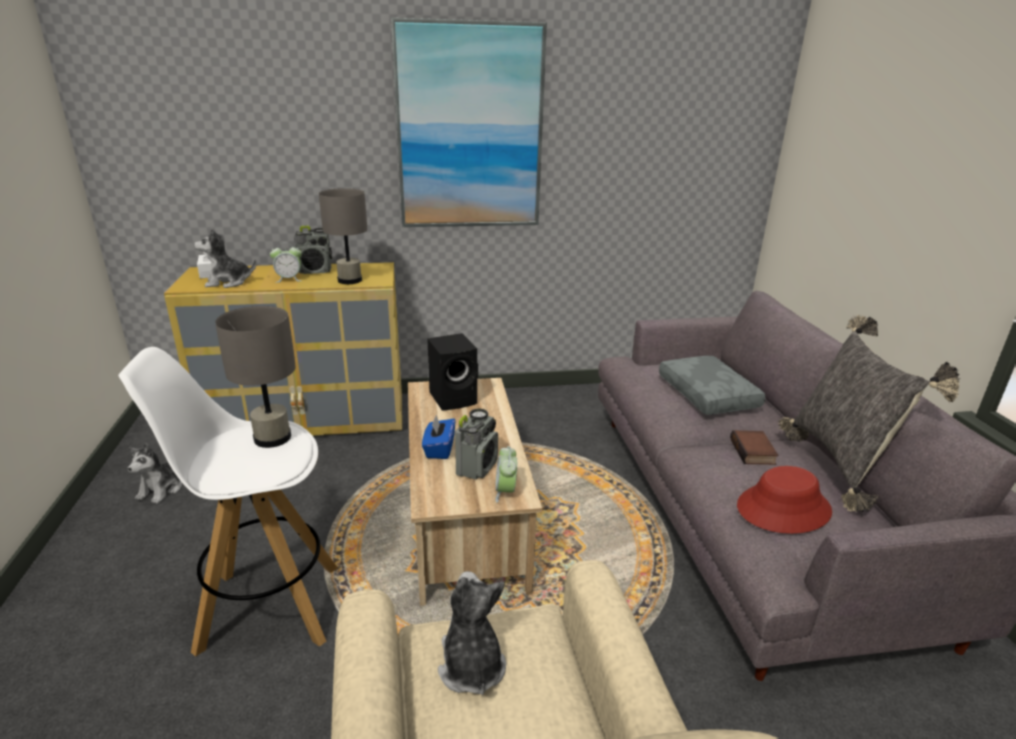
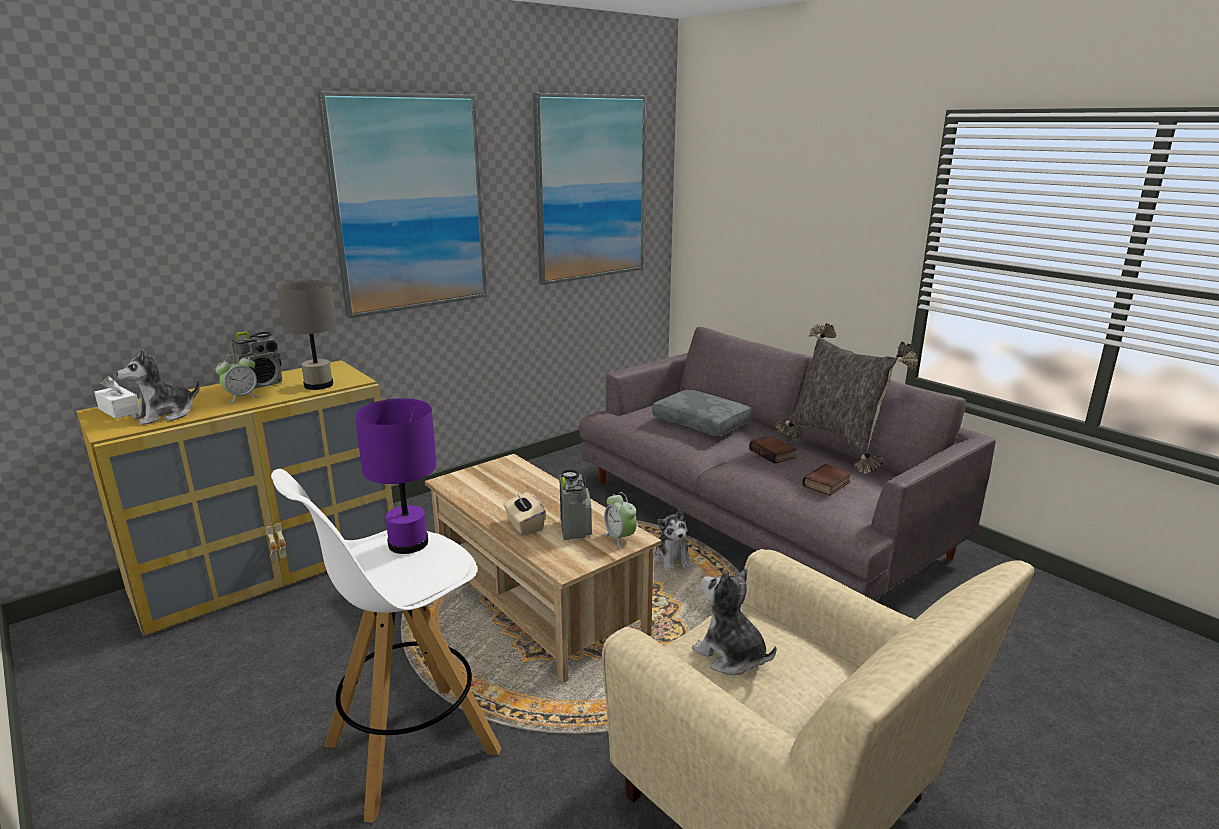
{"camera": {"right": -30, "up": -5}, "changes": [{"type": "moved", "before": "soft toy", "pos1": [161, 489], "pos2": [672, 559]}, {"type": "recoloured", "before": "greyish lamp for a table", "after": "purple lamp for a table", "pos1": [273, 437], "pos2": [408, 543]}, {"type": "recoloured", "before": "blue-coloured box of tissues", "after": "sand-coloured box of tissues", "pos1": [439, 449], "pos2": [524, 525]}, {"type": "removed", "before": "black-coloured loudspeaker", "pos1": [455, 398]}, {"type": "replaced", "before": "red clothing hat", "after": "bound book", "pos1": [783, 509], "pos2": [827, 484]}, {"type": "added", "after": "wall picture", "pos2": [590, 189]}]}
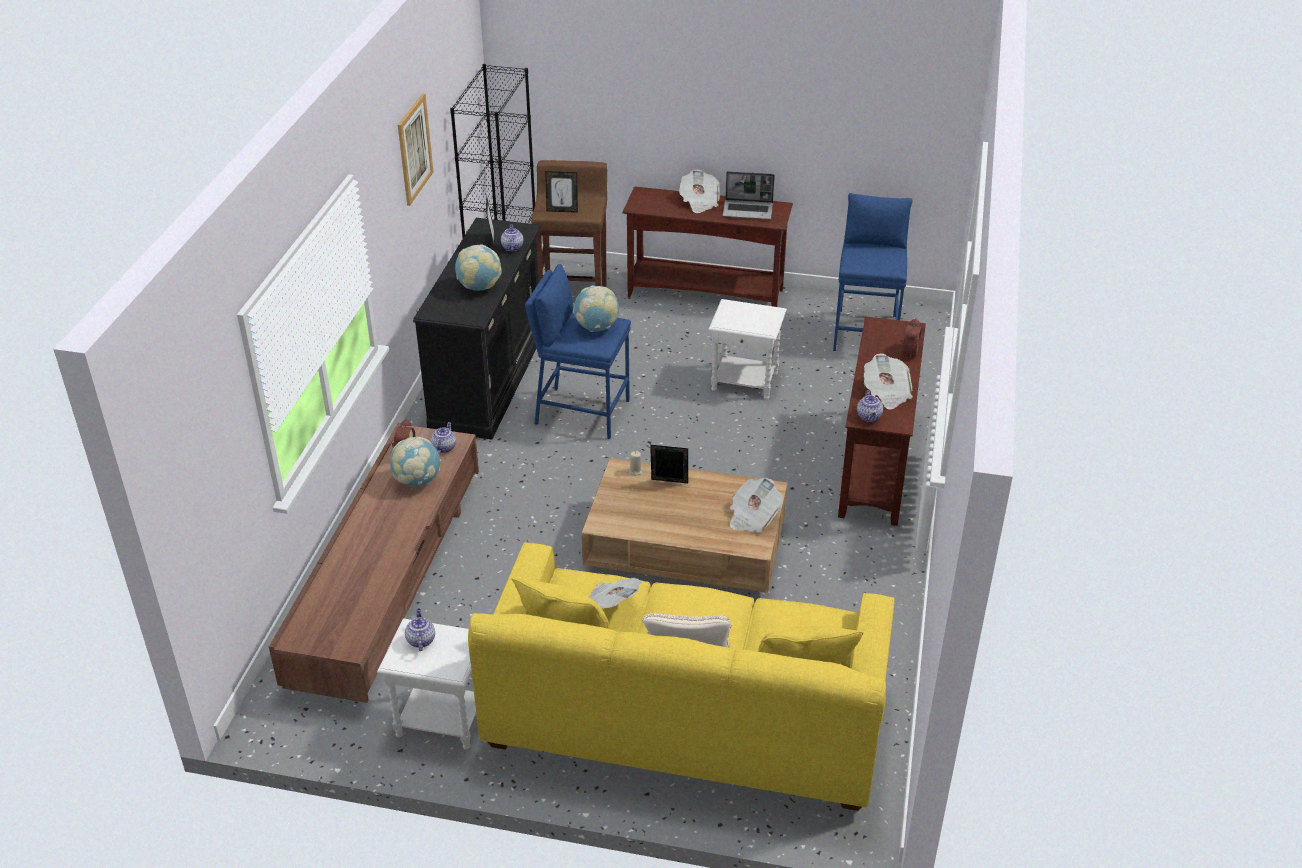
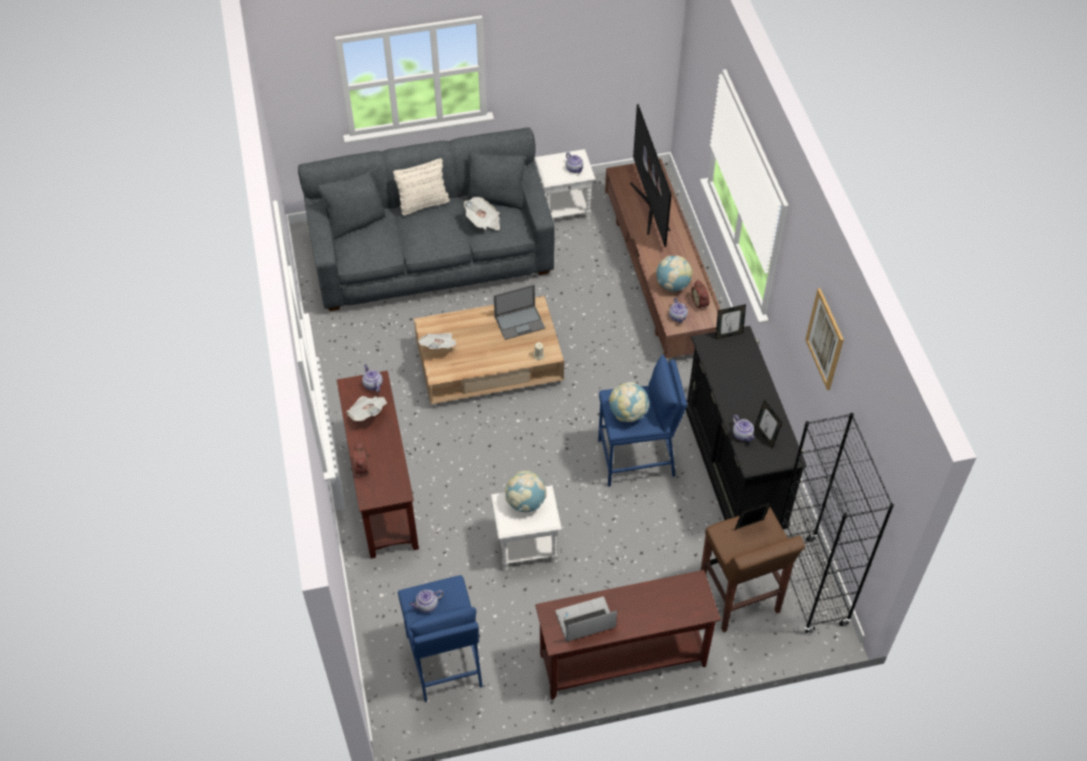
{"camera": {"right": 155, "up": 15}, "changes": [{"type": "moved", "before": "desk globe", "pos1": [479, 287], "pos2": [526, 502]}, {"type": "recoloured", "before": "yellow-coloured settee", "after": "greyish settee", "pos1": [686, 714], "pos2": [432, 257]}, {"type": "moved", "before": "picture frame", "pos1": [669, 483], "pos2": [728, 334]}, {"type": "removed", "before": "printed paper", "pos1": [699, 202]}, {"type": "added", "after": "pot for tea", "pos2": [426, 605]}, {"type": "added", "after": "laptop", "pos2": [520, 322]}, {"type": "added", "after": "TV set", "pos2": [650, 206]}]}
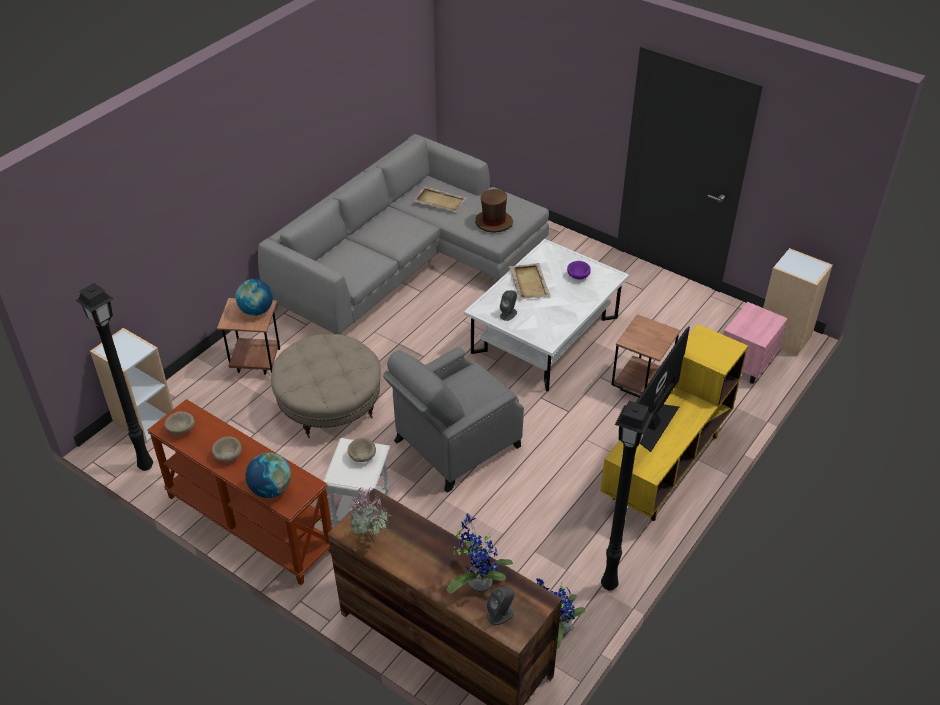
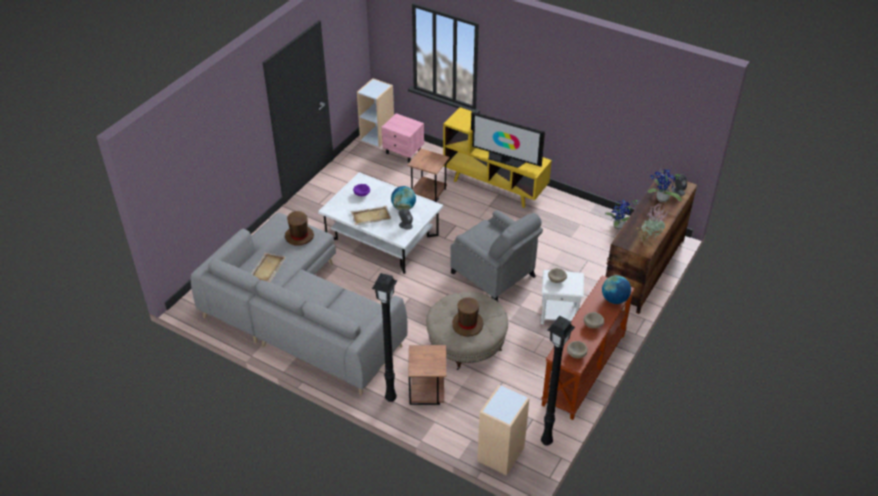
{"camera": {"right": -95, "up": 0}, "changes": [{"type": "moved", "before": "desk globe", "pos1": [256, 311], "pos2": [403, 207]}, {"type": "moved", "before": "black-coloured standard lamp", "pos1": [610, 584], "pos2": [390, 397]}, {"type": "added", "after": "brownish clothing hat", "pos2": [467, 324]}]}
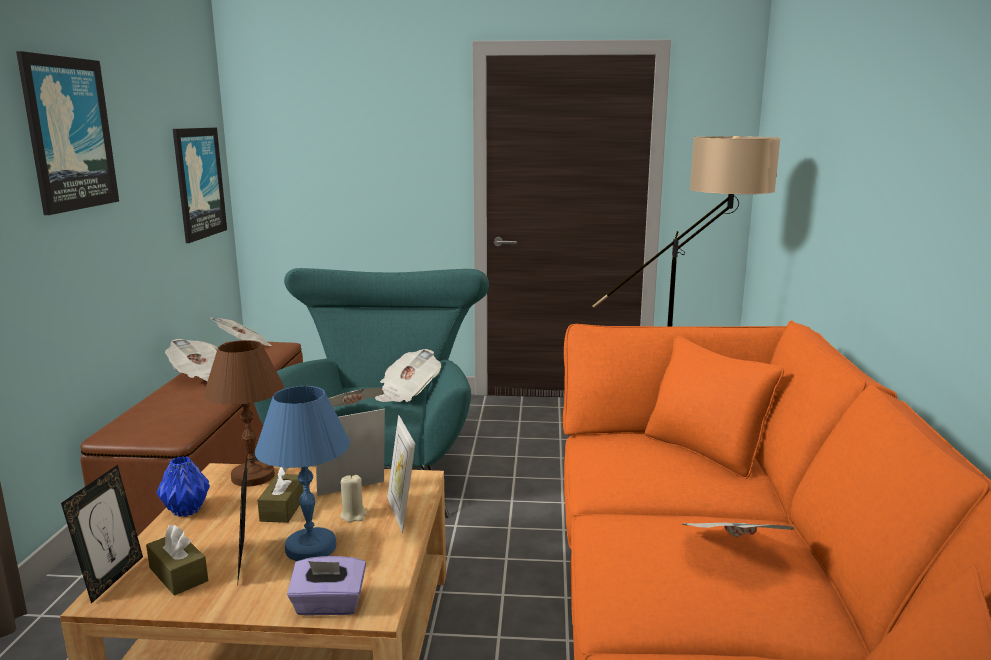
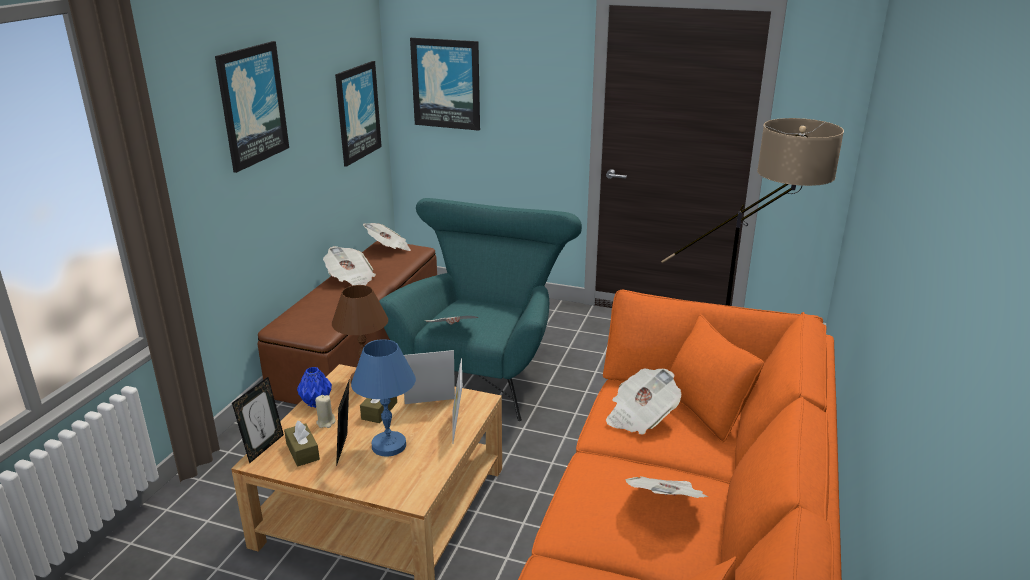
{"camera": {"right": 15, "up": 10}, "changes": [{"type": "removed", "before": "purple box of tissues", "pos1": [329, 605]}, {"type": "moved", "before": "sand-coloured wax light", "pos1": [353, 515], "pos2": [326, 422]}, {"type": "moved", "before": "printed paper", "pos1": [407, 393], "pos2": [640, 417]}, {"type": "added", "after": "wall picture", "pos2": [446, 84]}]}
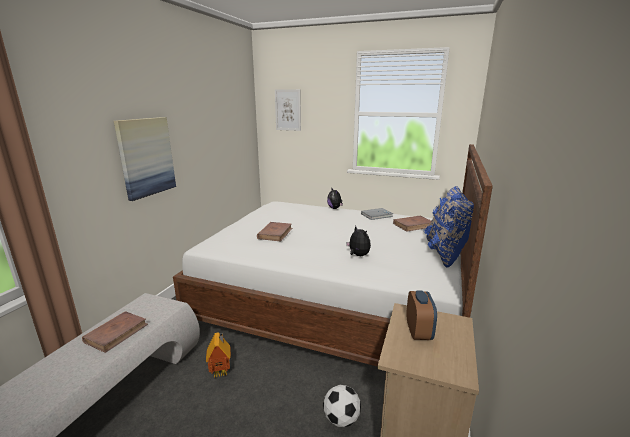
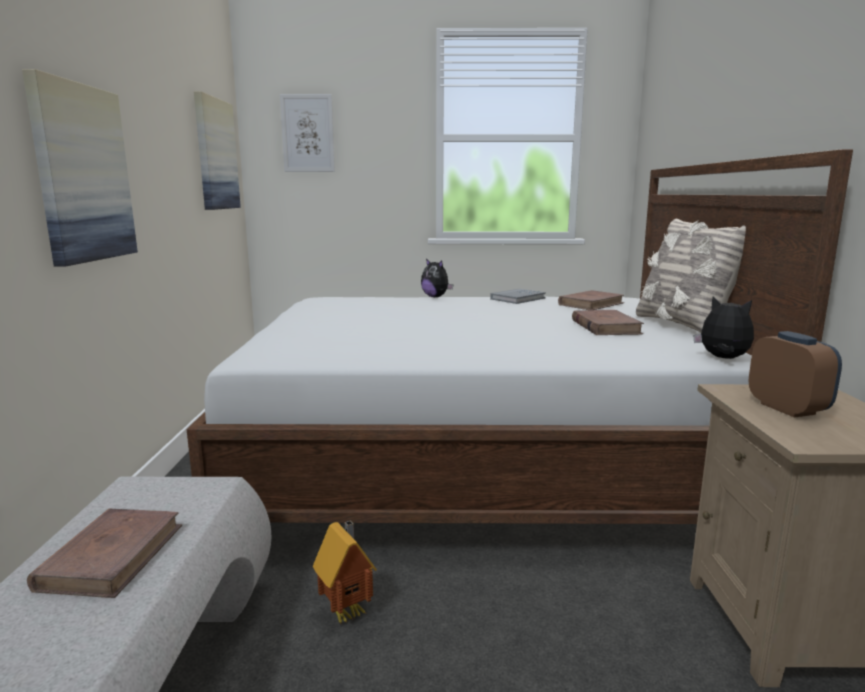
{"camera": {"right": -20, "up": -5}, "changes": [{"type": "moved", "before": "brownish bound book", "pos1": [275, 233], "pos2": [605, 327]}, {"type": "removed", "before": "ball for football", "pos1": [341, 419]}, {"type": "moved", "before": "soft toy", "pos1": [358, 255], "pos2": [723, 358]}, {"type": "recoloured", "before": "blue-coloured pillow", "after": "sand-coloured pillow", "pos1": [445, 253], "pos2": [682, 326]}, {"type": "added", "after": "wall picture", "pos2": [215, 154]}]}
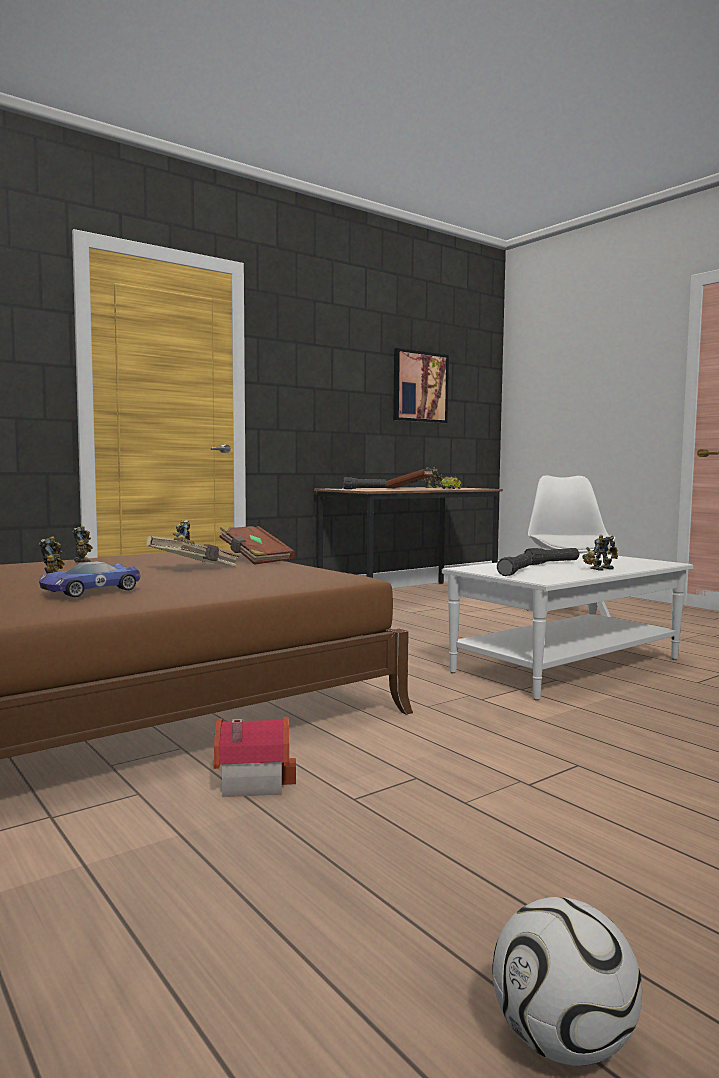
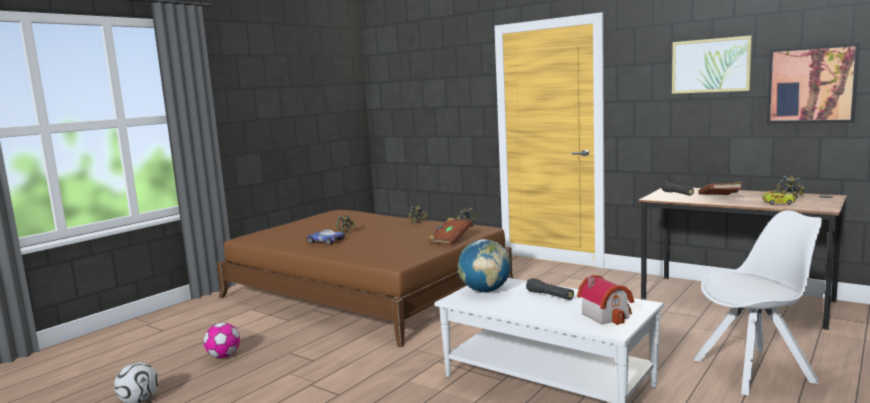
{"camera": {"right": 75, "up": 5}, "changes": [{"type": "removed", "before": "sand-coloured bound book", "pos1": [195, 568]}, {"type": "moved", "before": "miniature house", "pos1": [251, 780], "pos2": [606, 315]}, {"type": "replaced", "before": "black-coloured torch", "after": "desk globe", "pos1": [515, 572], "pos2": [485, 291]}, {"type": "removed", "before": "toy robot", "pos1": [599, 569]}, {"type": "added", "after": "ball for football", "pos2": [224, 356]}, {"type": "added", "after": "wall picture", "pos2": [710, 65]}]}
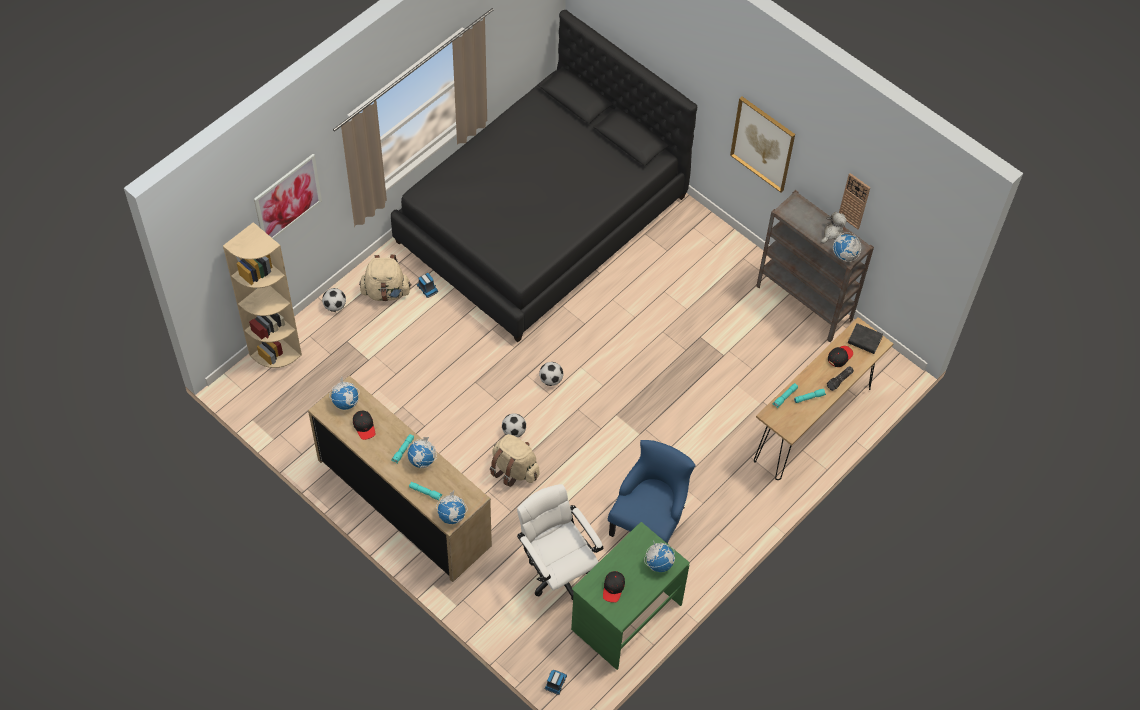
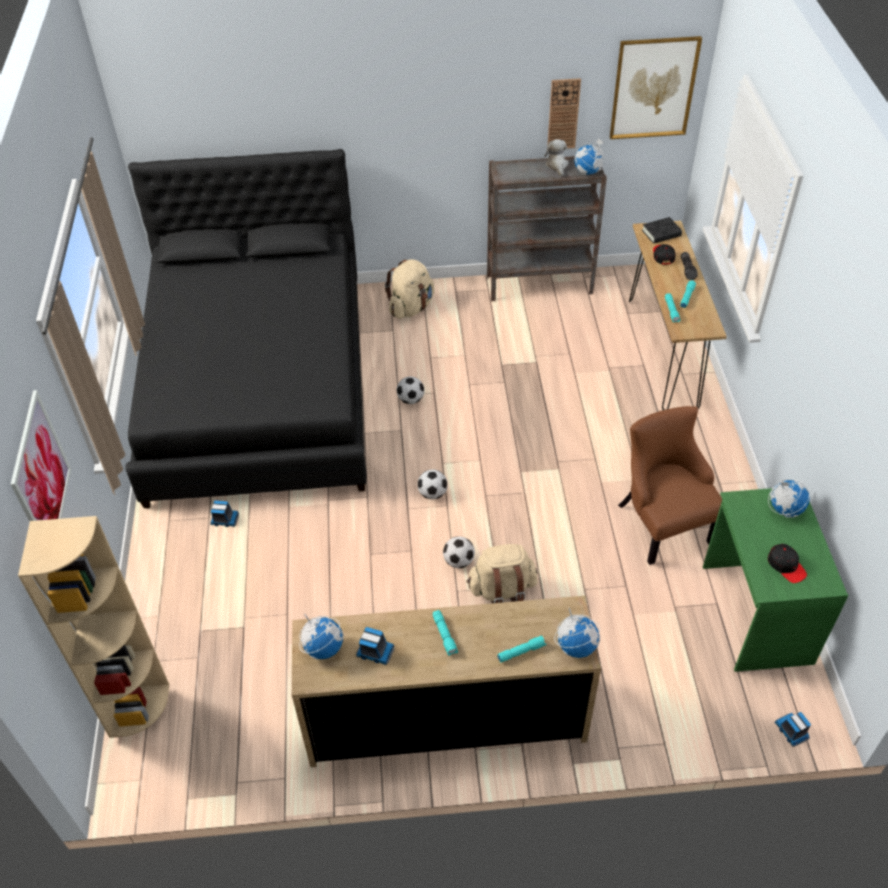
{"camera": {"right": -45, "up": -10}, "changes": [{"type": "moved", "before": "ball for football", "pos1": [335, 306], "pos2": [410, 400]}, {"type": "replaced", "before": "black-coloured baseball cap", "after": "model truck", "pos1": [364, 426], "pos2": [374, 652]}, {"type": "moved", "before": "sand-coloured rucksack", "pos1": [386, 292], "pos2": [411, 307]}, {"type": "removed", "before": "desk globe", "pos1": [422, 460]}, {"type": "removed", "before": "whitish desk chair", "pos1": [556, 572]}, {"type": "recoloured", "before": "blue-coloured plain chair", "after": "brownish plain chair", "pos1": [648, 523], "pos2": [663, 526]}, {"type": "moved", "before": "wall picture", "pos1": [763, 143], "pos2": [653, 88]}]}
